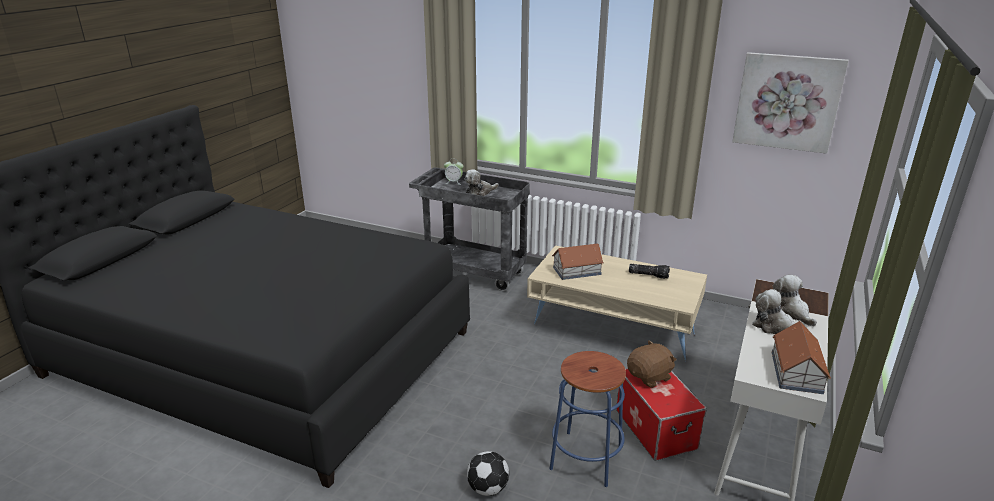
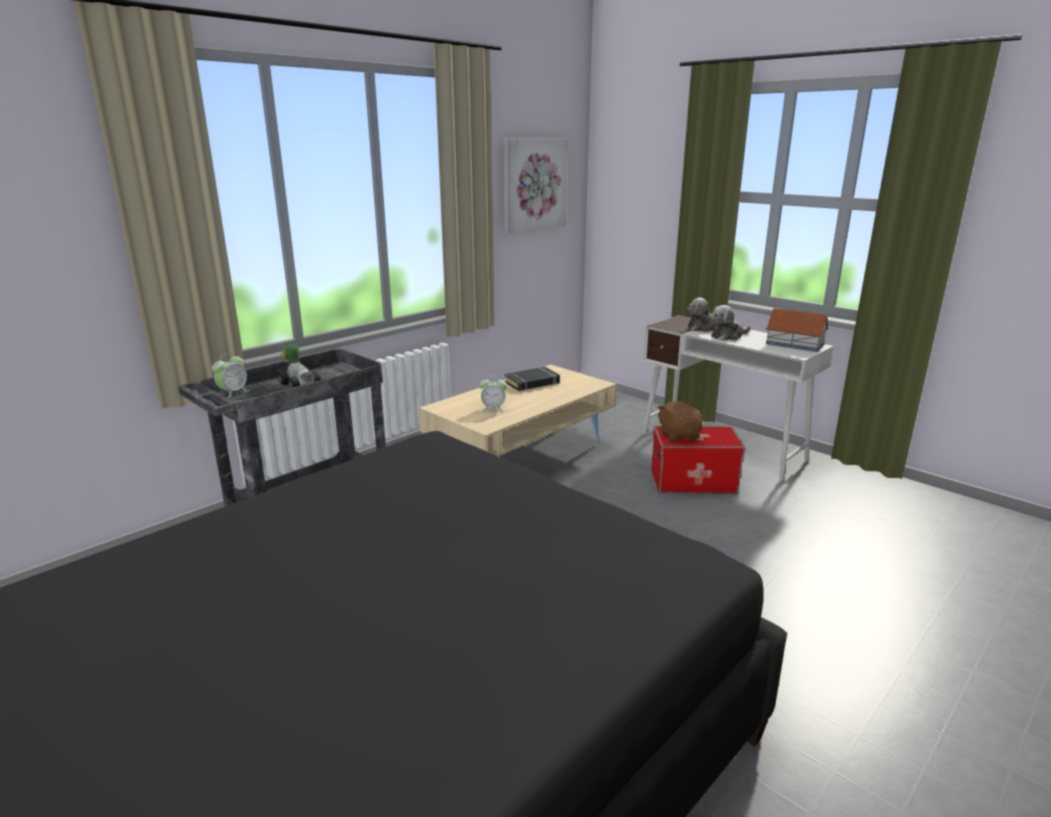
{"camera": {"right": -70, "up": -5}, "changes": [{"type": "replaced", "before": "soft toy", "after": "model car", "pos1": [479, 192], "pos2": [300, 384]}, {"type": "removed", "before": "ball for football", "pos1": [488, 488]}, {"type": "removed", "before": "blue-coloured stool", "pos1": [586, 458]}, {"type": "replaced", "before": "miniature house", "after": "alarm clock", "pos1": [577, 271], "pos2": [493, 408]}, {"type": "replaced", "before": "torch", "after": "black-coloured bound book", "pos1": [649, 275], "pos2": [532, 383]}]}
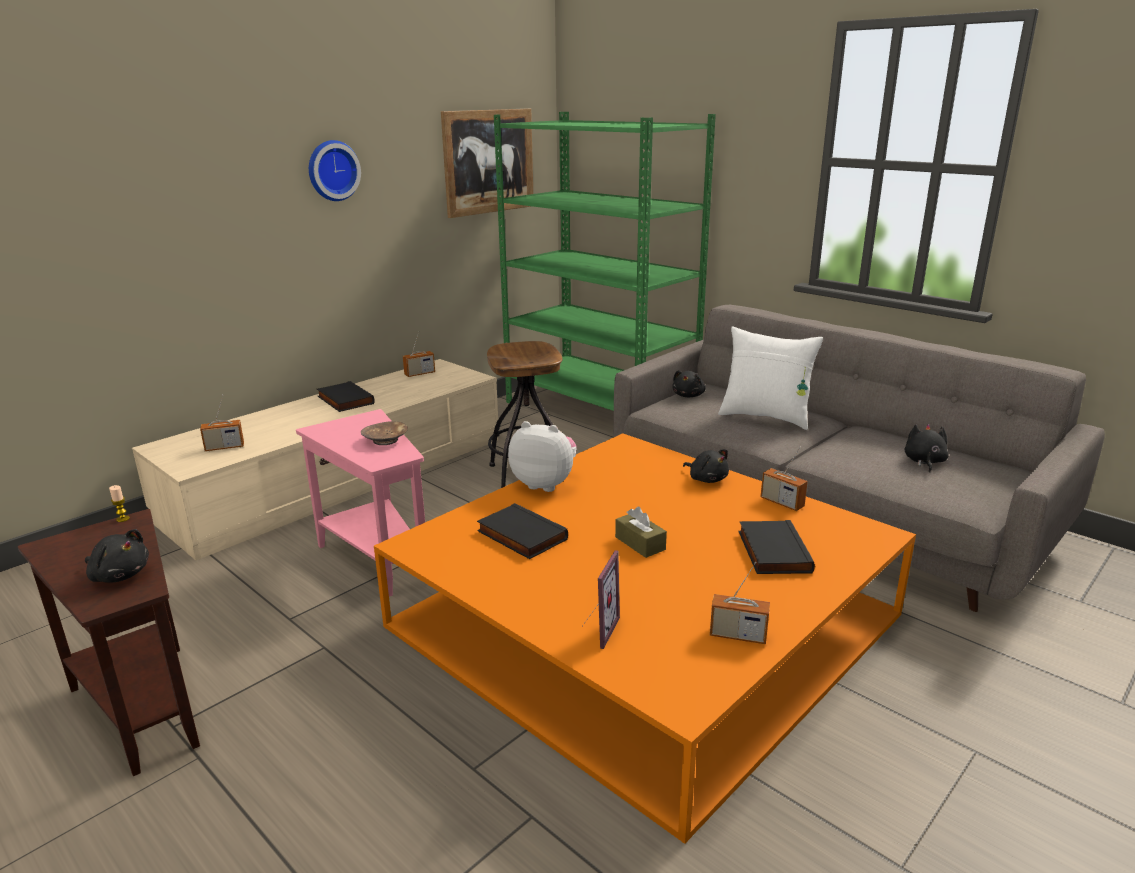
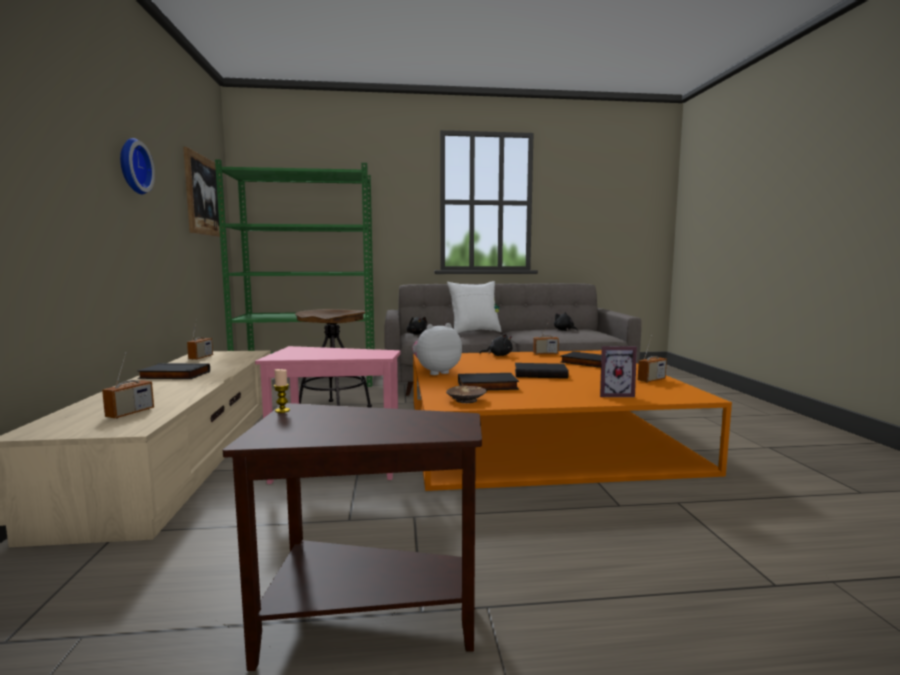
{"camera": {"right": -50, "up": -15}, "changes": [{"type": "removed", "before": "black-coloured soft toy", "pos1": [119, 575]}, {"type": "moved", "before": "brownish serving bowl", "pos1": [386, 440], "pos2": [466, 400]}, {"type": "turned", "before": "picture frame", "pos1": [597, 630], "pos2": [614, 394], "turn": 120}, {"type": "replaced", "before": "brownish box of tissues", "after": "black-coloured bound book", "pos1": [640, 543], "pos2": [540, 374]}]}
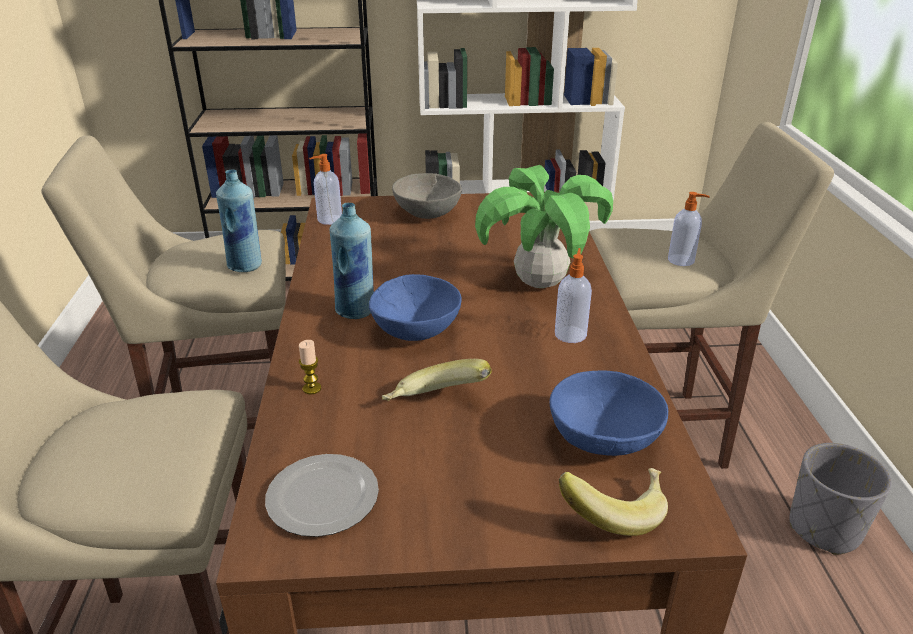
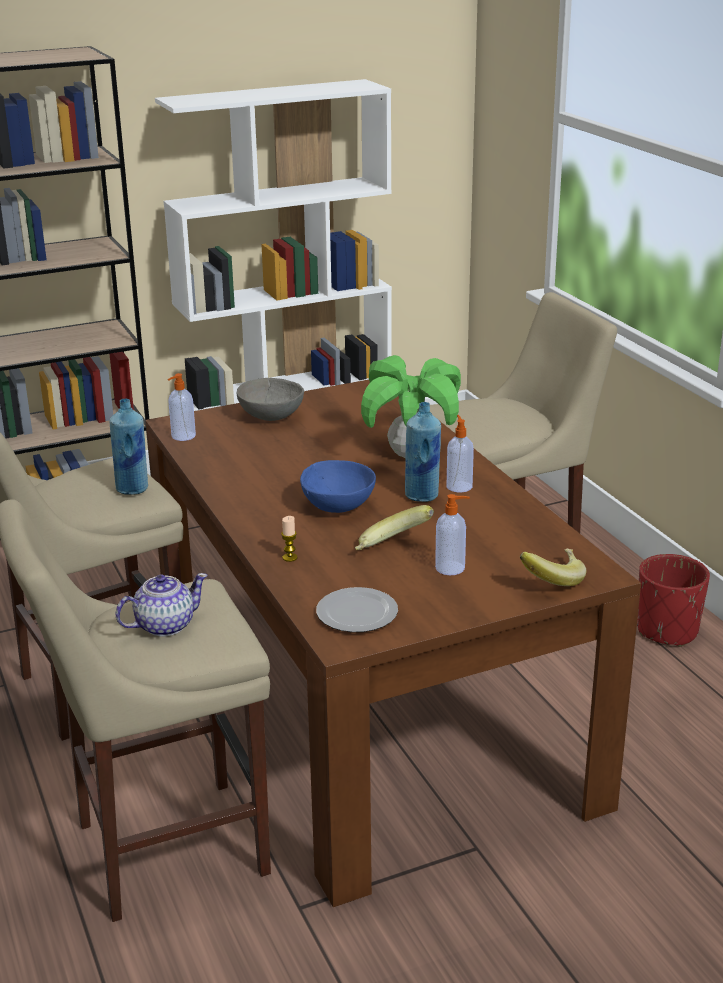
{"camera": {"right": -20, "up": -5}, "changes": [{"type": "moved", "before": "blue-coloured drink bottle", "pos1": [356, 311], "pos2": [422, 496]}, {"type": "removed", "before": "blue-coloured serving bowl", "pos1": [604, 440]}, {"type": "moved", "before": "soap bottle", "pos1": [682, 260], "pos2": [451, 568]}, {"type": "recoloured", "before": "greyish plant pot", "after": "red plant pot", "pos1": [824, 528], "pos2": [667, 631]}, {"type": "added", "after": "pot for tea", "pos2": [164, 625]}]}
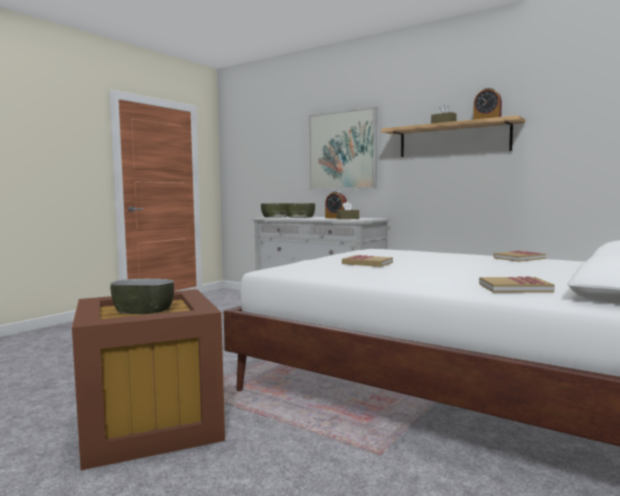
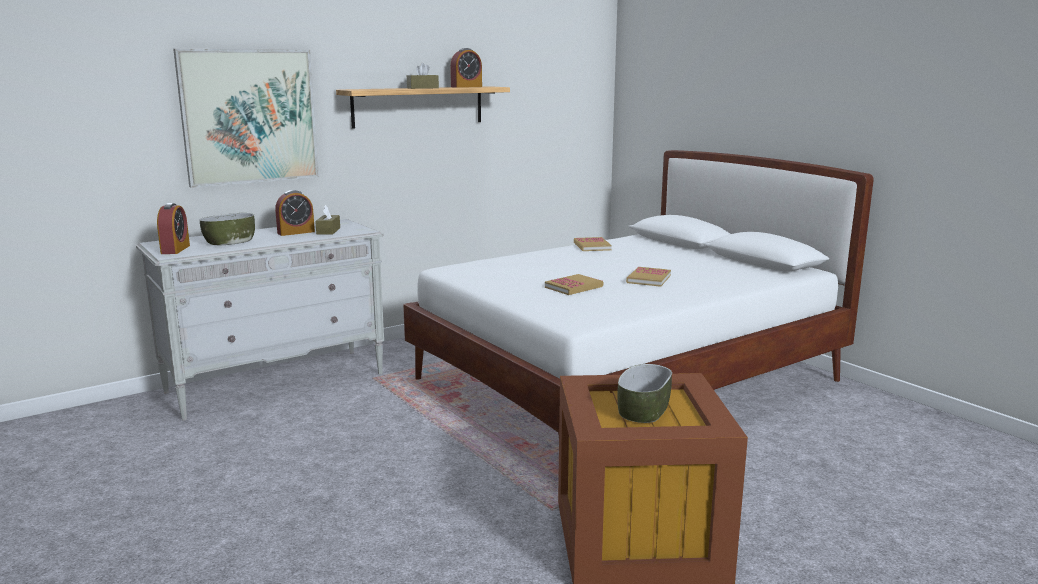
{"camera": {"right": -70, "up": 10}, "changes": [{"type": "replaced", "before": "serving bowl", "after": "alarm clock", "pos1": [275, 217], "pos2": [175, 249]}, {"type": "moved", "before": "bound book", "pos1": [514, 288], "pos2": [648, 279]}]}
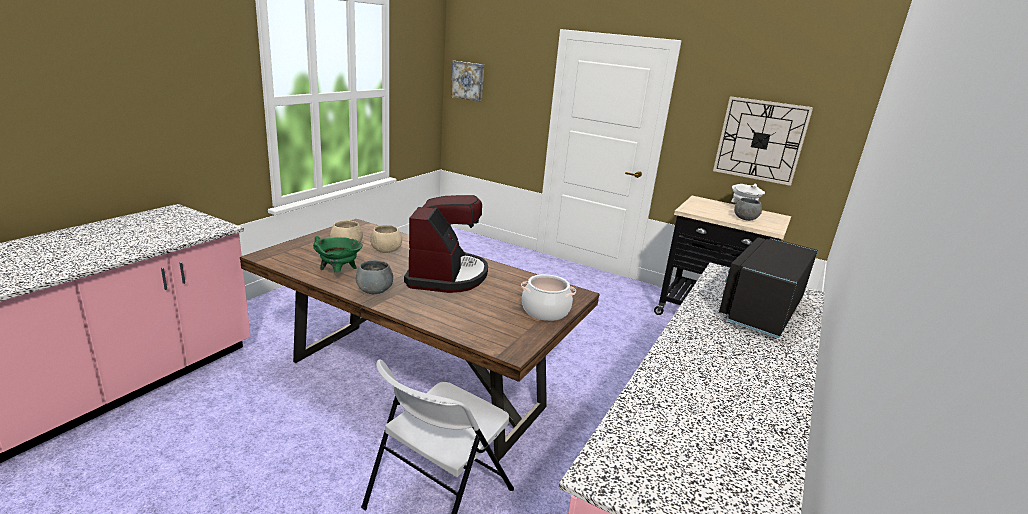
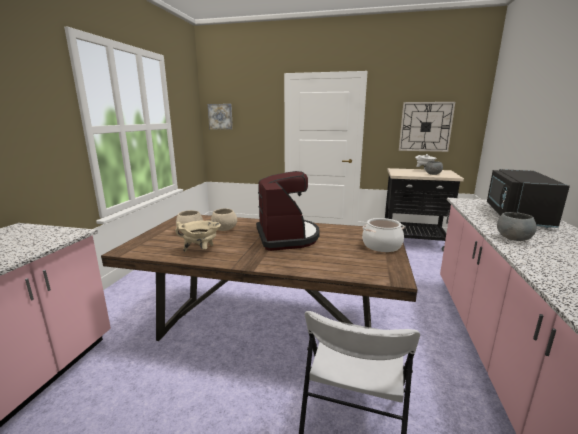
{"camera": {"right": -15, "up": -5}, "changes": [{"type": "recoloured", "before": "green stockpot", "after": "sand-coloured stockpot", "pos1": [339, 272], "pos2": [201, 250]}, {"type": "moved", "before": "greyish serving bowl", "pos1": [375, 291], "pos2": [513, 238]}]}
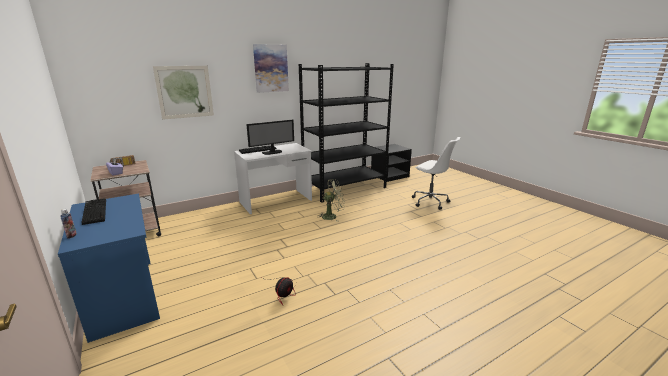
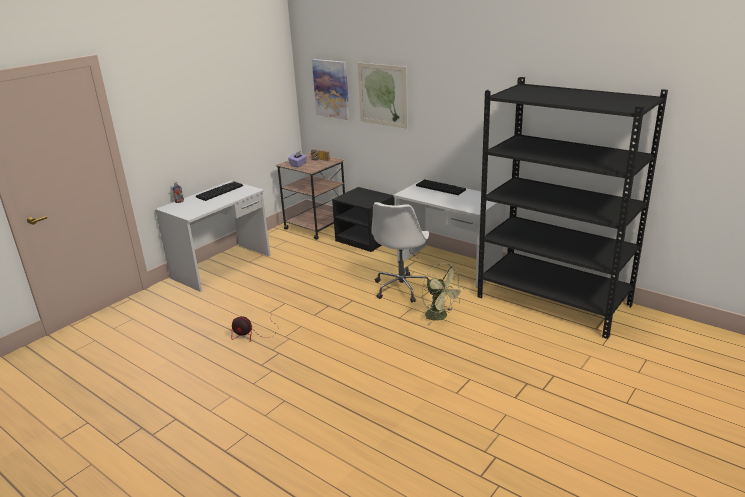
{"camera": {"right": 70, "up": 5}, "changes": [{"type": "recoloured", "before": "blue-coloured desk", "after": "whitish desk", "pos1": [125, 295], "pos2": [222, 267]}, {"type": "removed", "before": "monitor", "pos1": [272, 152]}, {"type": "moved", "before": "wall picture", "pos1": [271, 68], "pos2": [331, 89]}, {"type": "moved", "before": "black-coloured bedside table", "pos1": [389, 176], "pos2": [366, 239]}, {"type": "moved", "before": "whitish desk chair", "pos1": [431, 202], "pos2": [401, 289]}]}
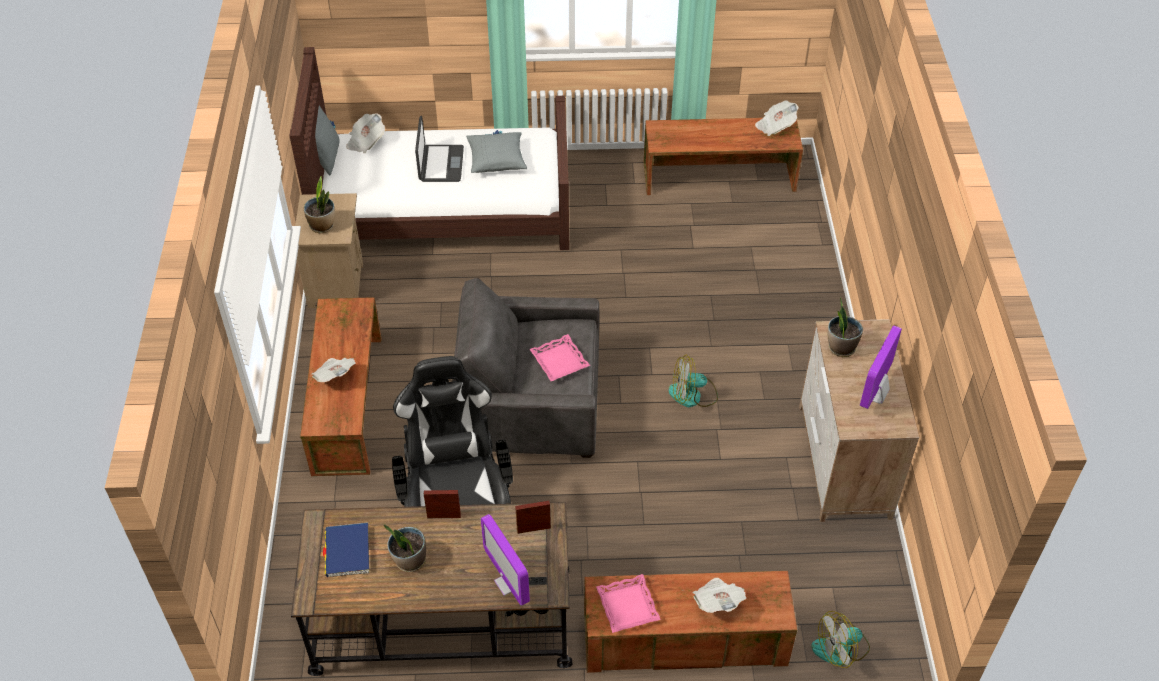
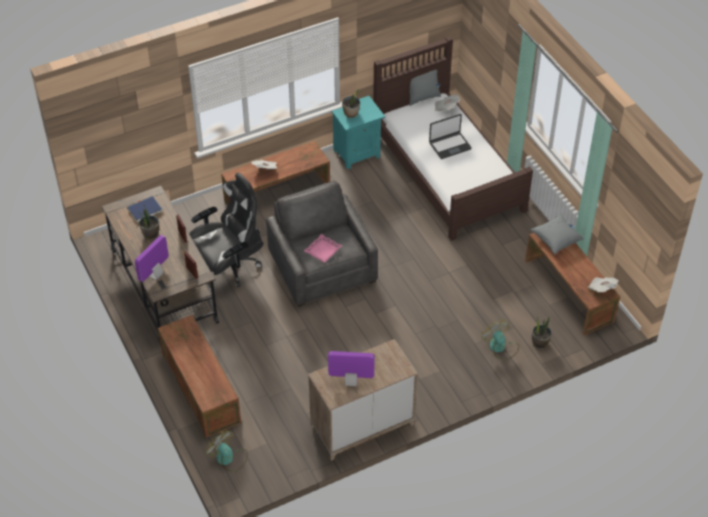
{"camera": {"right": 65, "up": 0}, "changes": [{"type": "recoloured", "before": "sand-coloured bedside table", "after": "blue-green bedside table", "pos1": [338, 284], "pos2": [357, 154]}, {"type": "moved", "before": "greyish pillow", "pos1": [497, 160], "pos2": [556, 239]}, {"type": "removed", "before": "pinkish tray", "pos1": [628, 606]}, {"type": "moved", "before": "fan", "pos1": [693, 395], "pos2": [500, 347]}, {"type": "removed", "before": "printed paper", "pos1": [718, 602]}, {"type": "moved", "before": "houseplant", "pos1": [841, 347], "pos2": [539, 343]}]}
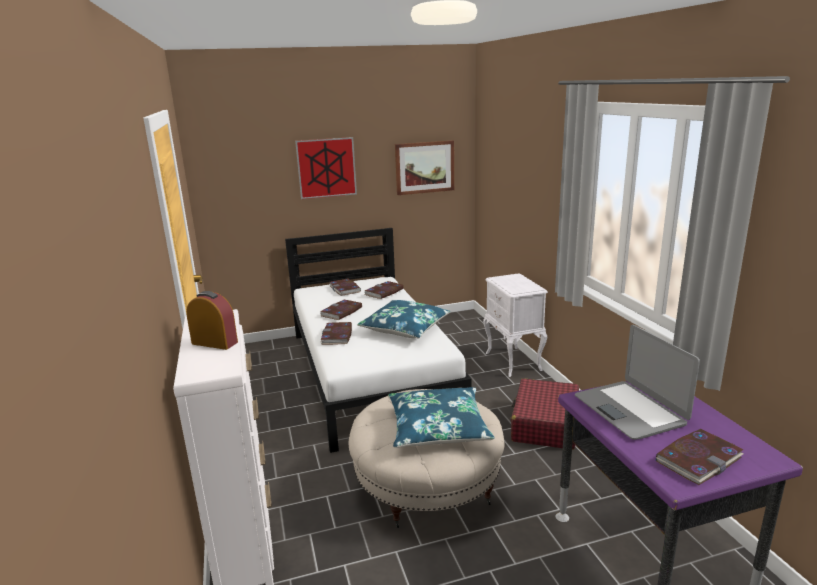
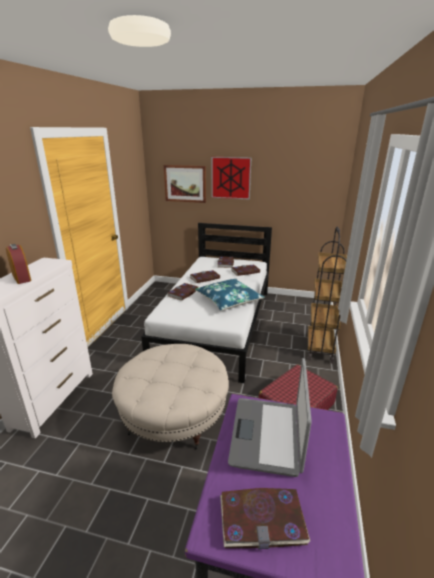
{"camera": {"right": 30, "up": 5}, "changes": [{"type": "removed", "before": "blue-coloured pillow", "pos1": [438, 428]}, {"type": "moved", "before": "wall picture", "pos1": [424, 167], "pos2": [185, 183]}, {"type": "replaced", "before": "whitish bedside table", "after": "brownish cart", "pos1": [513, 361], "pos2": [320, 348]}]}
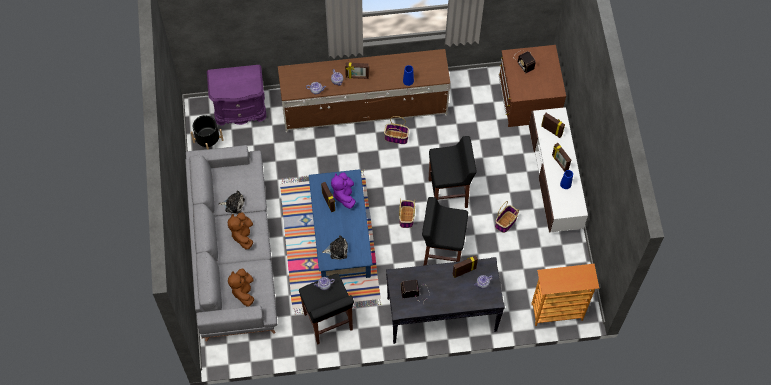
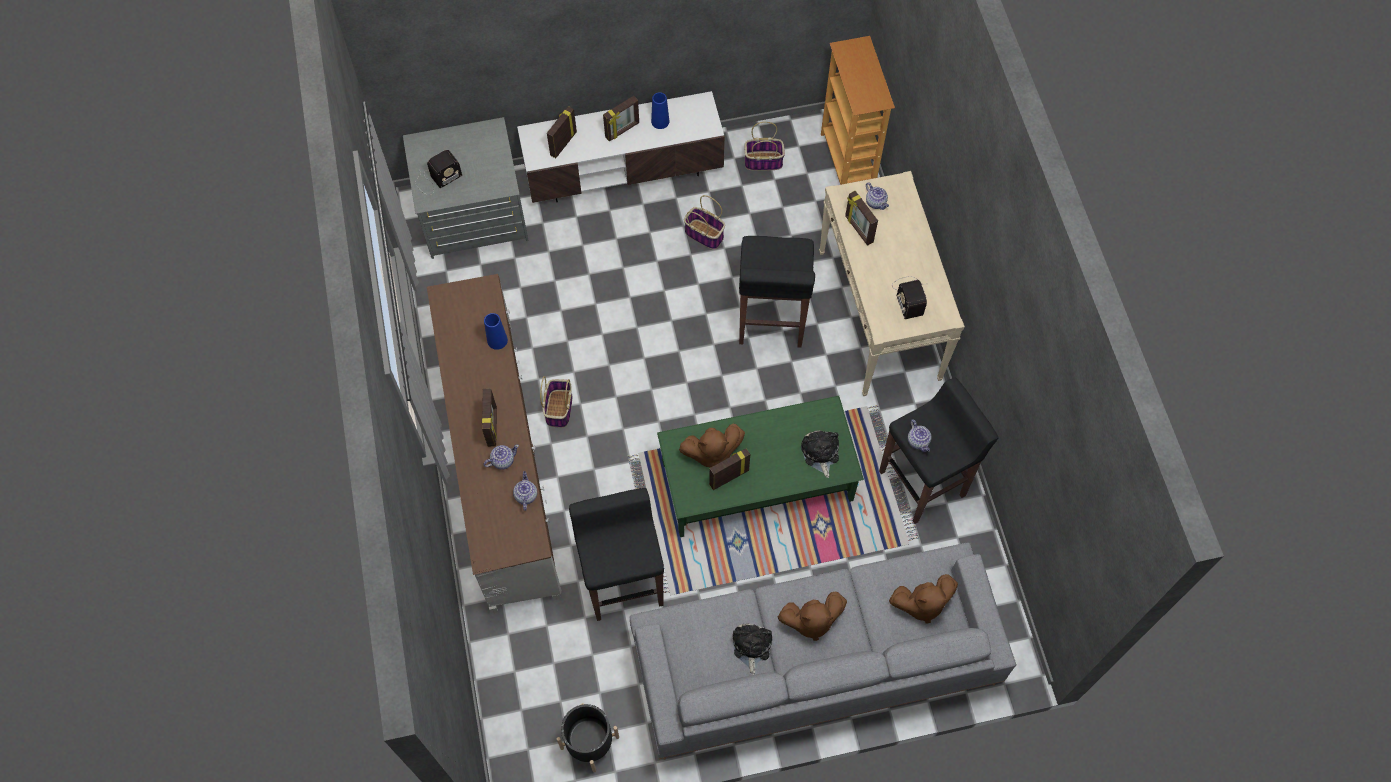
{"camera": {"right": -95, "up": 0}, "changes": [{"type": "removed", "before": "purple bedside table", "pos1": [240, 109]}, {"type": "recoloured", "before": "blue-coloured low table", "after": "green low table", "pos1": [340, 233], "pos2": [756, 481]}, {"type": "recoloured", "before": "purple soft toy", "after": "brownish soft toy", "pos1": [344, 194], "pos2": [711, 453]}, {"type": "recoloured", "before": "black-coloured narrow table", "after": "sand-coloured narrow table", "pos1": [441, 315], "pos2": [879, 315]}, {"type": "moved", "before": "storage basket", "pos1": [406, 217], "pos2": [764, 161]}, {"type": "moved", "before": "black-coloured stool", "pos1": [449, 193], "pos2": [623, 582]}, {"type": "recoloured", "before": "brownish chest of drawers", "after": "greyish chest of drawers", "pos1": [527, 99], "pos2": [473, 214]}]}
